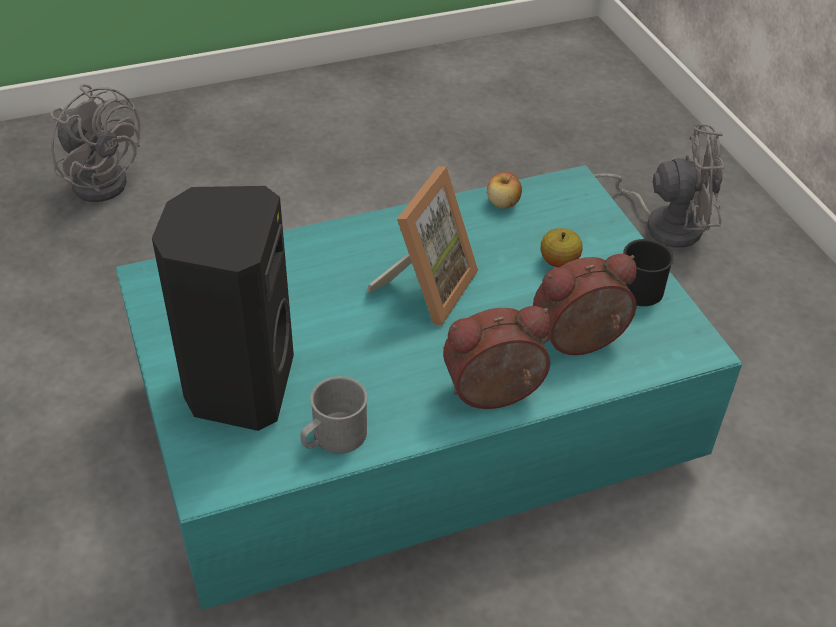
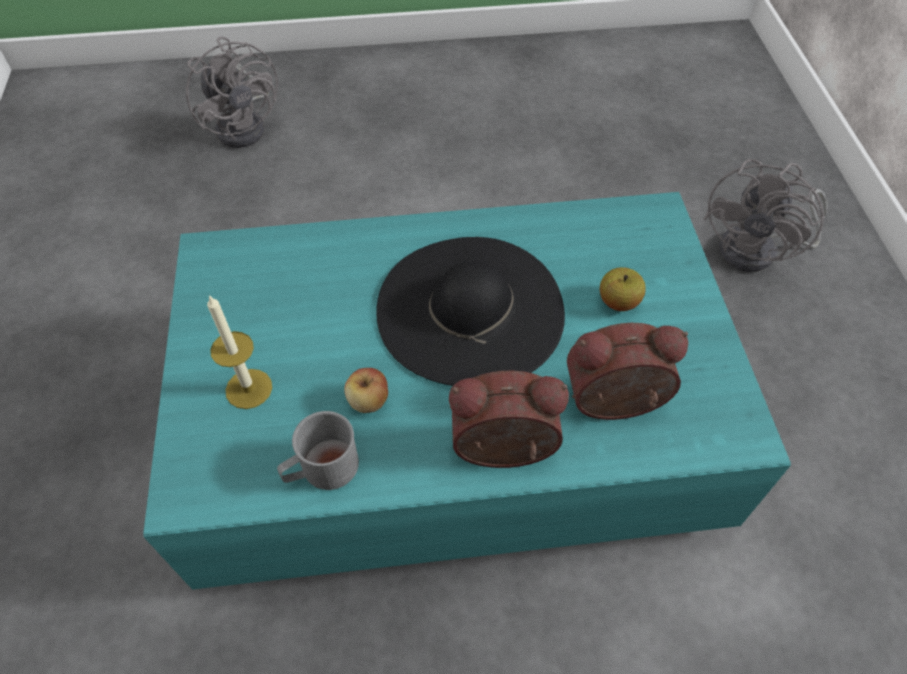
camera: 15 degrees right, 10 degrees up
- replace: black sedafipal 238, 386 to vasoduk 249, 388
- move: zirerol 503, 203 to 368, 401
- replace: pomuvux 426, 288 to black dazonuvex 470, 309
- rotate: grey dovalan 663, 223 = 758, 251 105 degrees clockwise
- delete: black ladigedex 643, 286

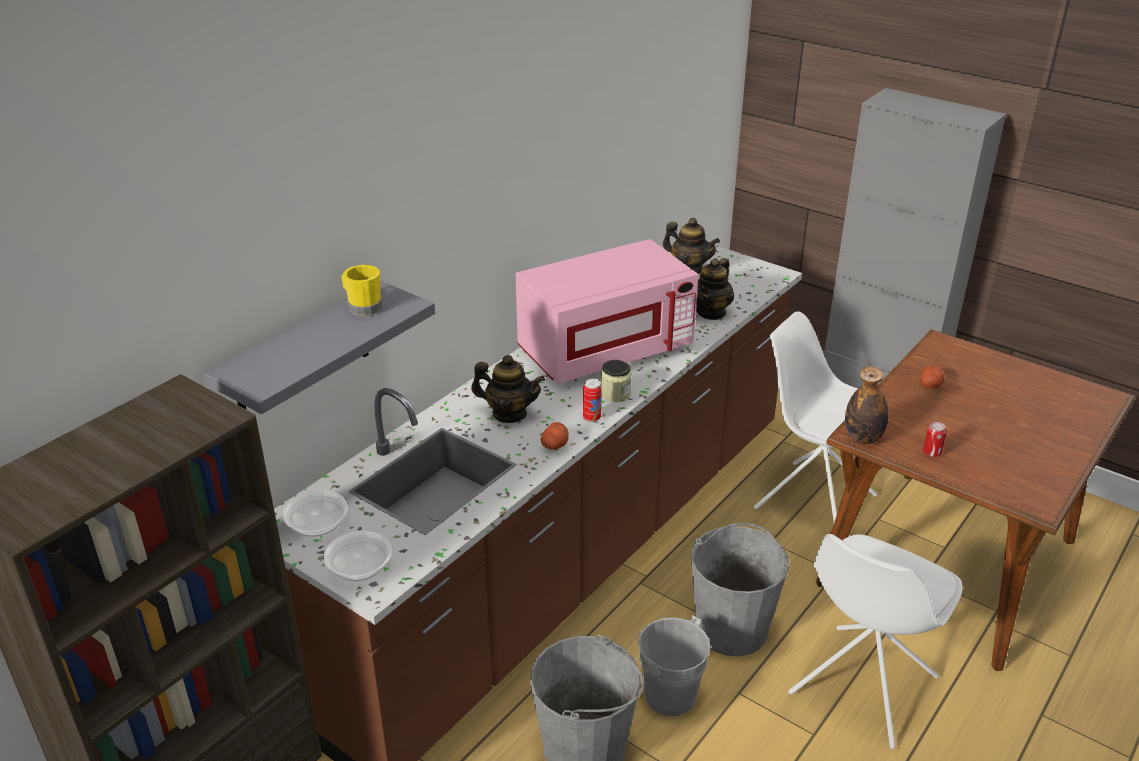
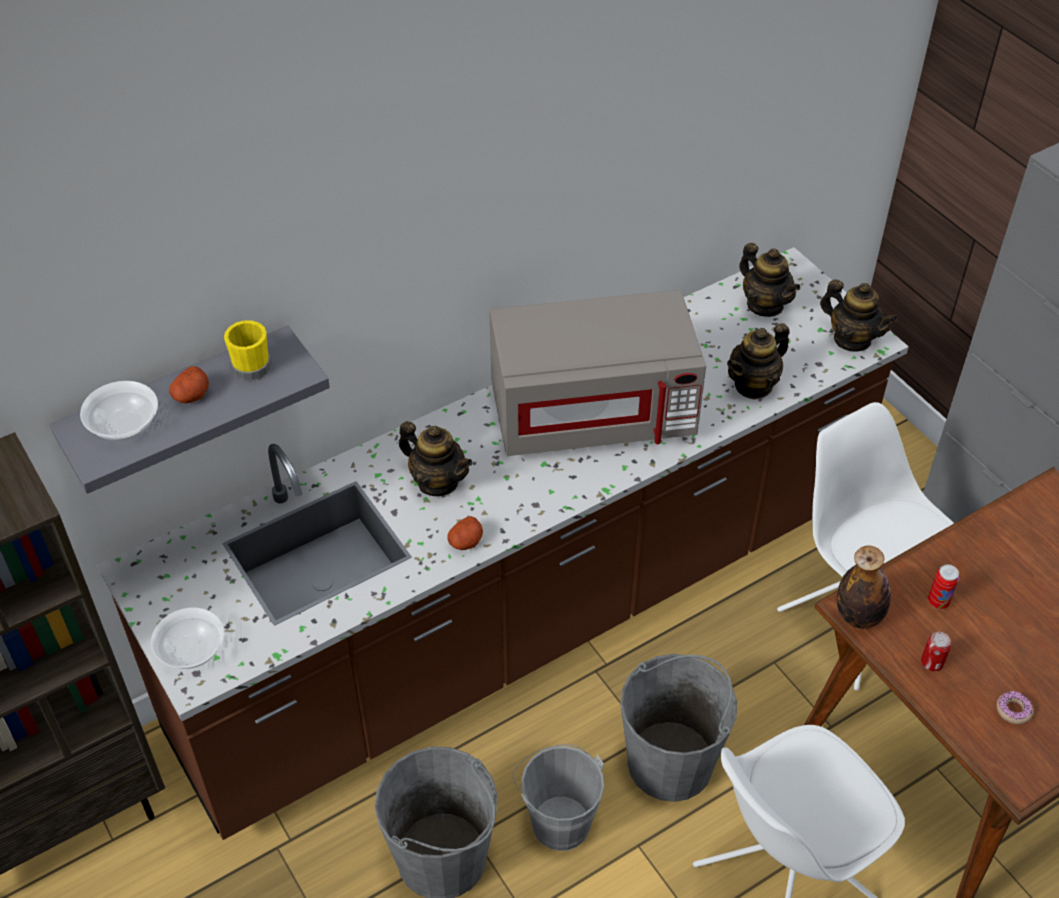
camera: 20 degrees right, 15 degrees up
- move: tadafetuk 318, 526 to 124, 424
- move: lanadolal 930, 385 to 191, 395
- recolor: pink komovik 605, 350 to grey komovik 593, 413
- insert: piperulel 852, 339
- move: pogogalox 592, 418 to 938, 602
- insert: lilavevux 1013, 710
- delete: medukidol 615, 393

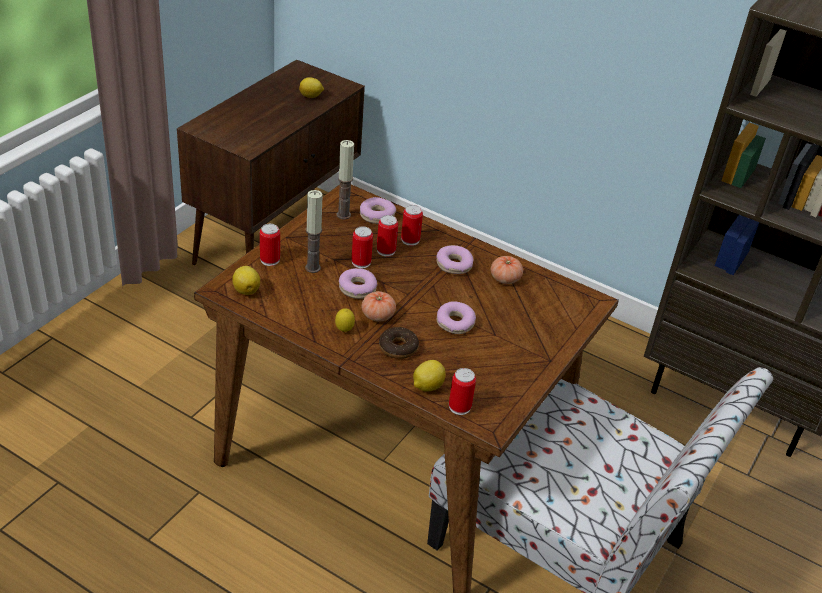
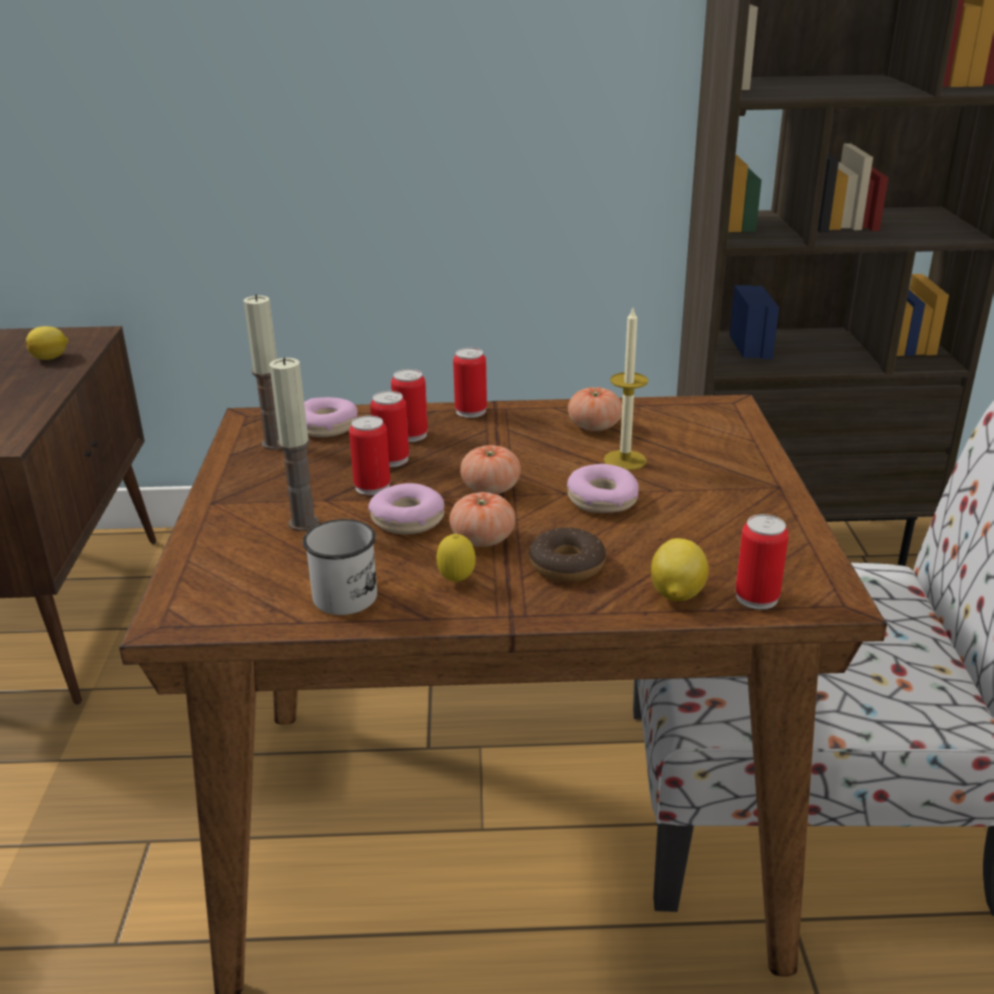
camera: 30 degrees left, 10 degrees down
- insert: white ladigedex 350, 591
- move: pogogalox 270, 260 to 471, 411
- insert: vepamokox 490, 488
- insert: vasoduk 625, 460
- delete: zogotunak 246, 290
- delete: lilavevux 454, 265

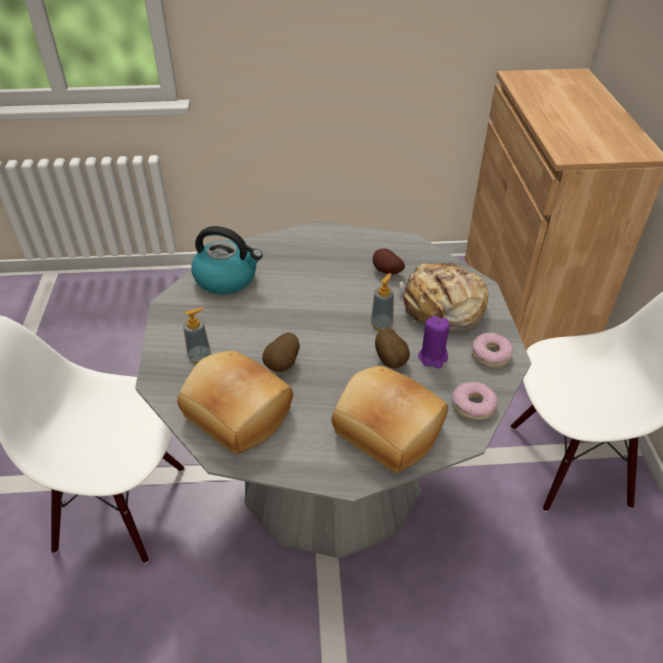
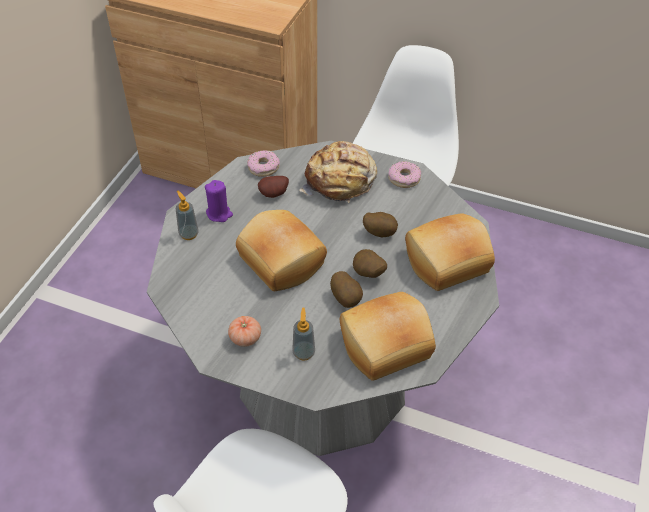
camera: 65 degrees left, 5 degrees up
- move: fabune 381, 325 to 188, 234
- move: purple vasoduk 433, 357 to 219, 214
- insert: vepamokox 245, 338
- insert: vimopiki 280, 261
- move: lilavevux 473, 405 to 263, 167
- insert: lanadolal 368, 274
- delete: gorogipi 227, 278

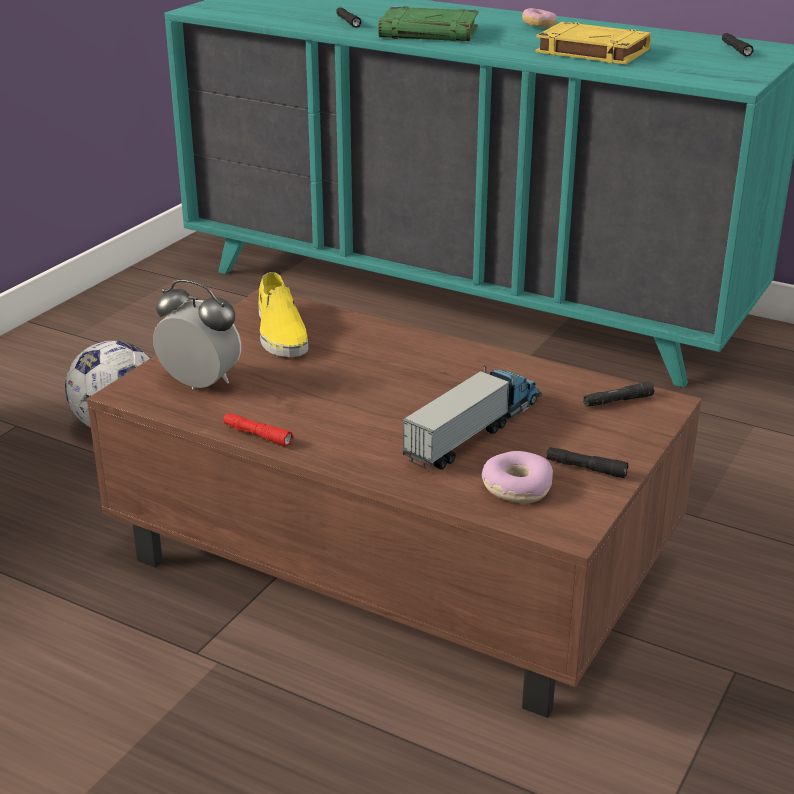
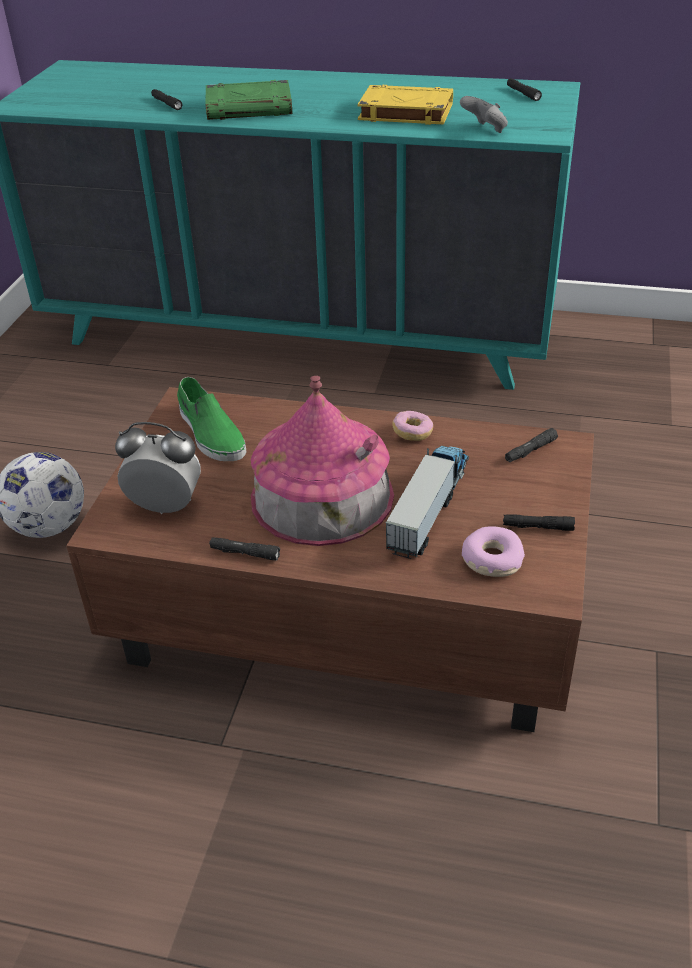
camera: 15 degrees left, 10 degrees up
- recolor: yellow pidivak 280, 332 to green pidivak 210, 433
- recolor: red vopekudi 257, 435 to black vopekudi 244, 553
- insert: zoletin 322, 496
- move: lilavevux 539, 26 to 412, 433
- insert: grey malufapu 485, 130

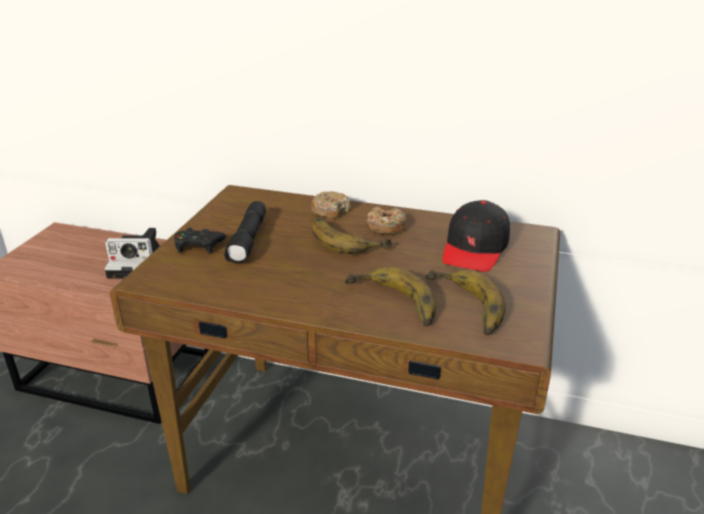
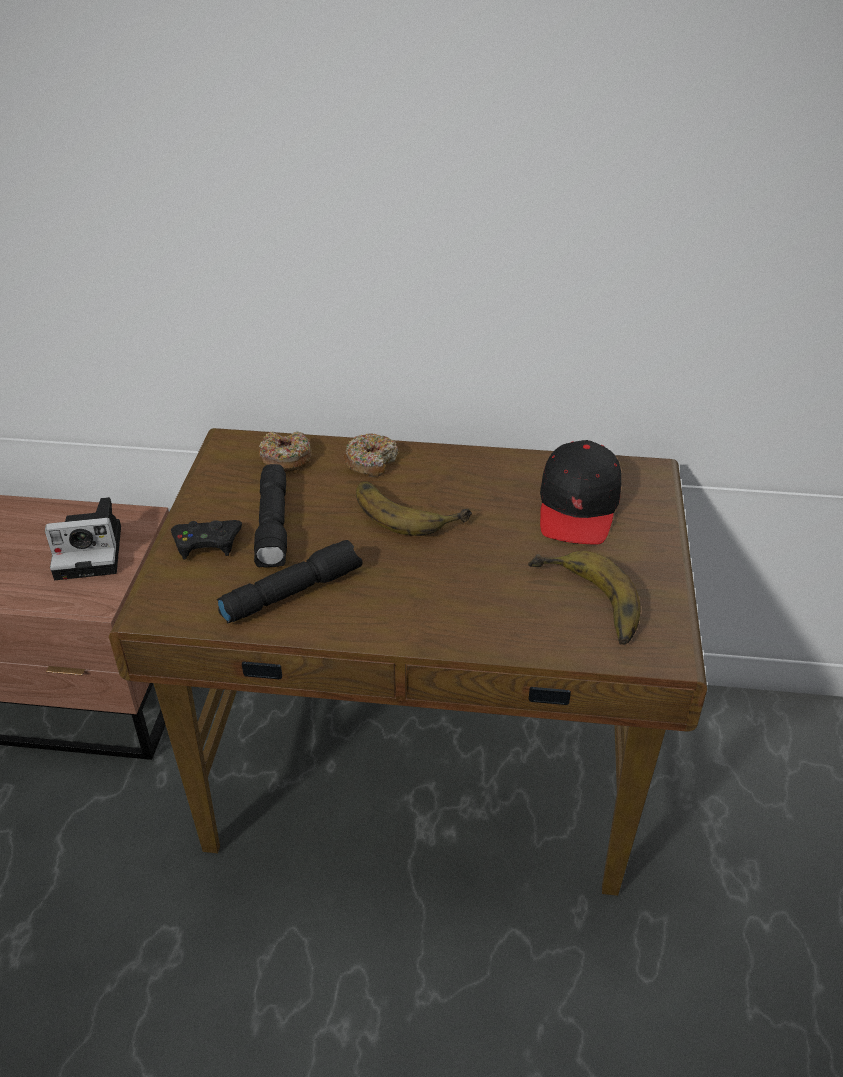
camera: 10 degrees left, 10 degrees up
- insert: black vopekudi 292, 591
- move: lilavevux 386, 227 to 286, 458
- delete: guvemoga 391, 304

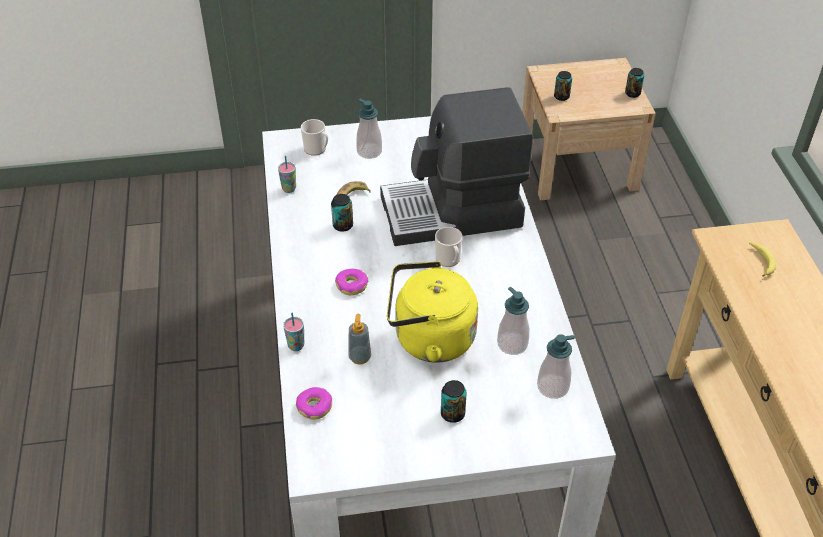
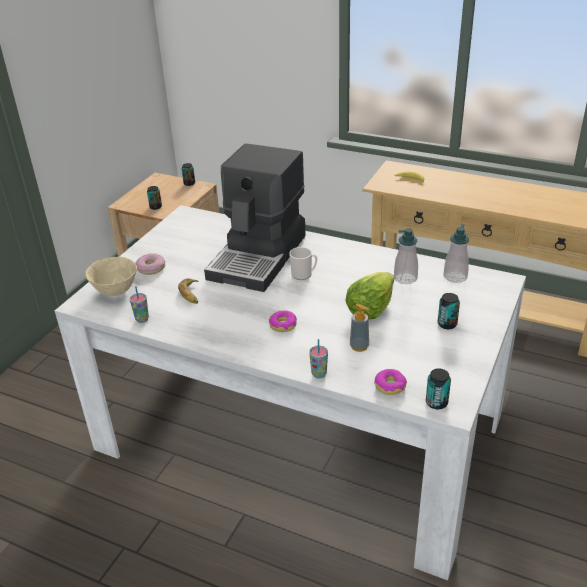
camera: 55 degrees left, 10 degrees down
- replace: ladigedex 317, 149 to beige tadafetuk 115, 290
- replace: fabune 369, 151 to lilavevux 151, 268
- replace: yellow gorogipi 429, 339 to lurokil 370, 309
- move: pogogalox 343, 225 to 436, 402

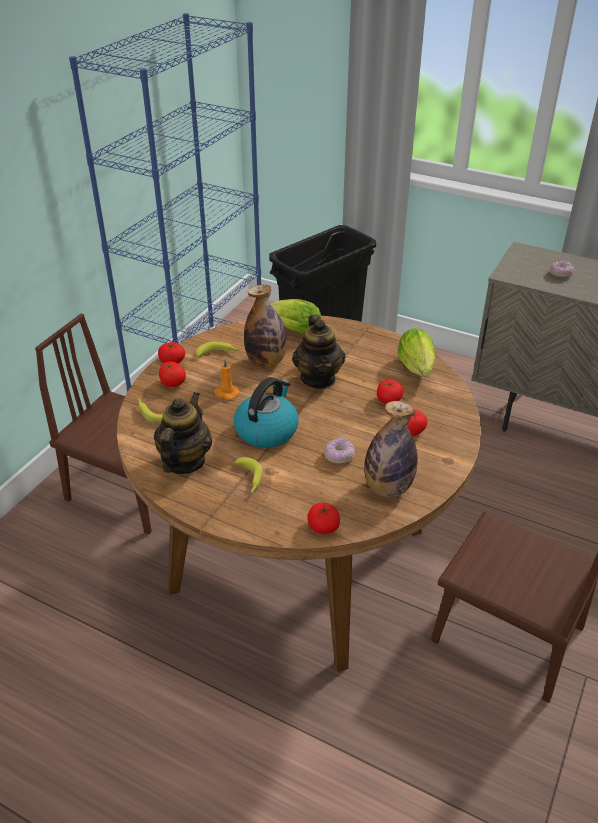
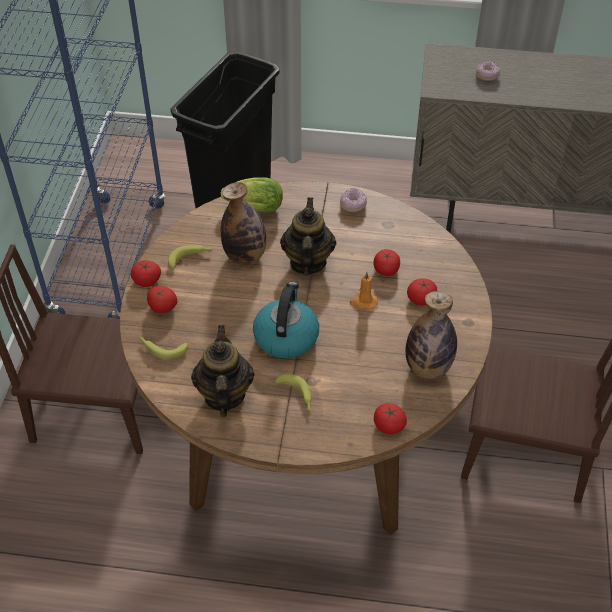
camera: 20 degrees left, 10 degrees up
- rotate: piperulel 318, 378 = 307, 262 150 degrees counterclockwise
- move: lilavevux 339, 456 to 353, 205
- move: orange vasoduk 226, 393 to 363, 302
- delete: lurokil 417, 370

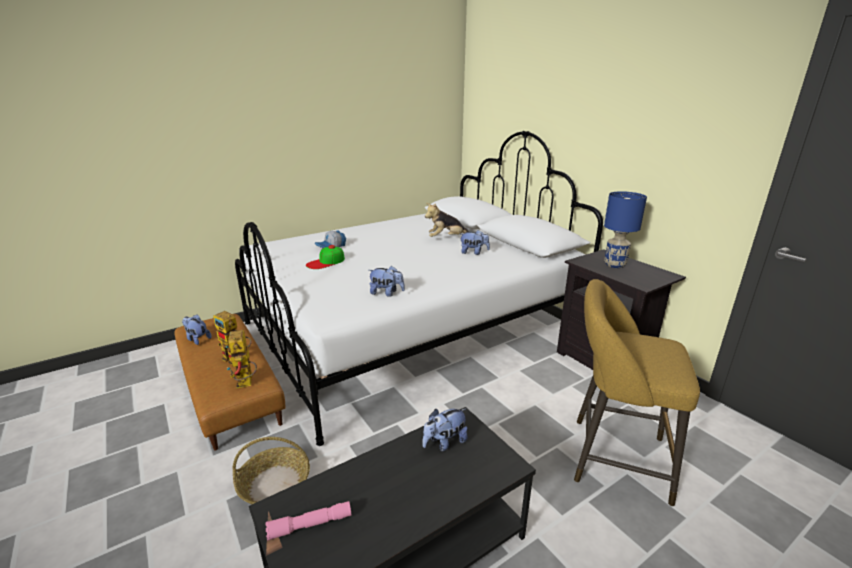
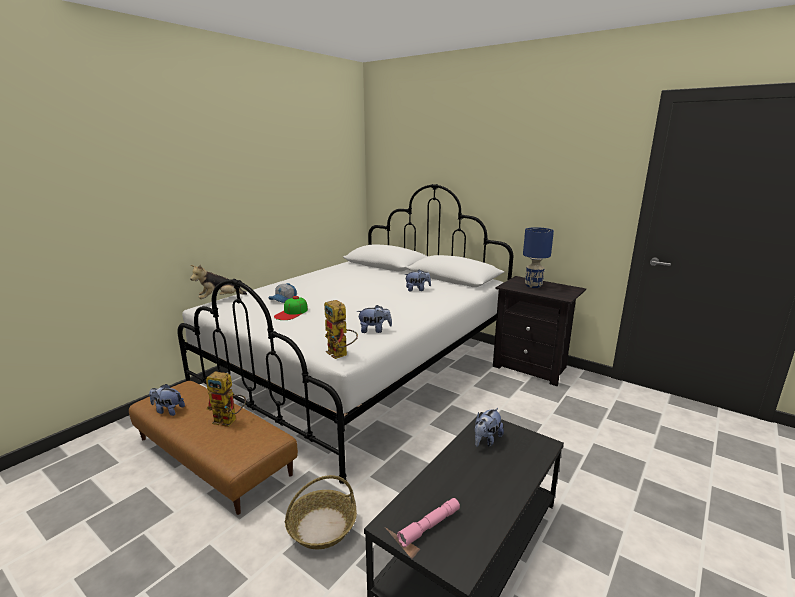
camera: 20 degrees left, 5 degrees down
- move: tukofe 446, 238 to 219, 299
- move: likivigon 246, 384 to 341, 354
- delete: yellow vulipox 612, 457

